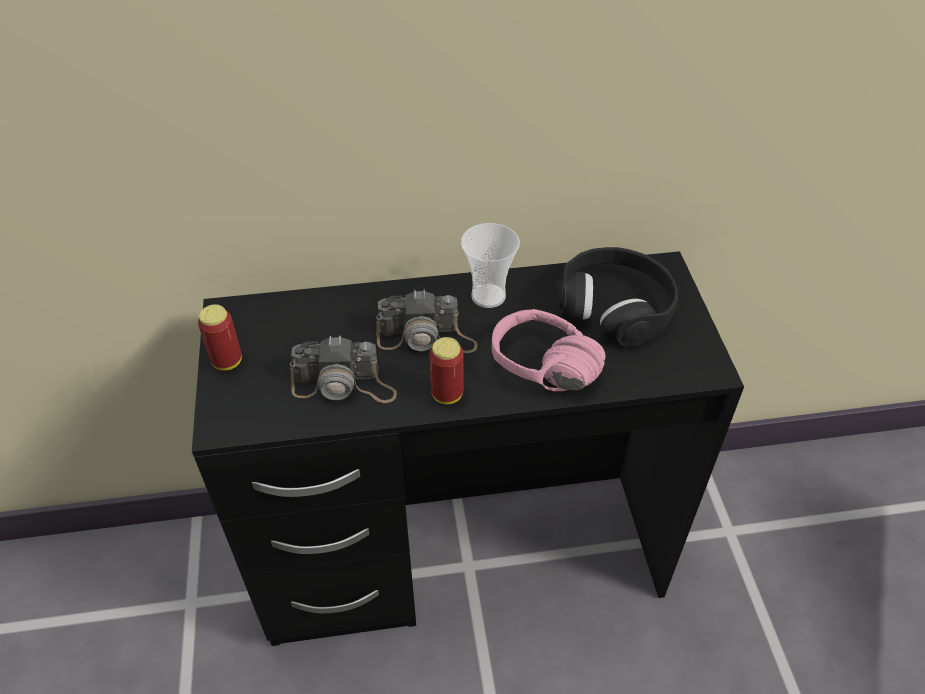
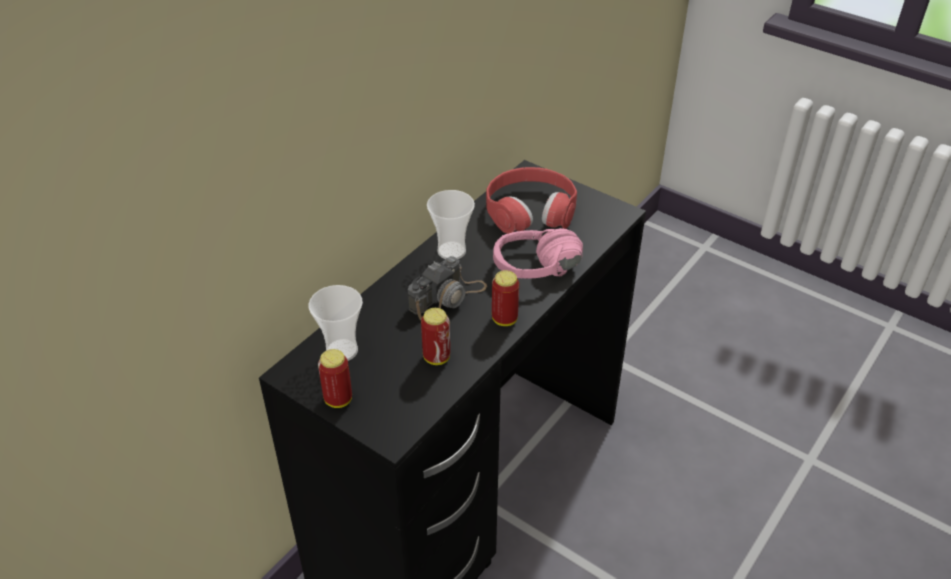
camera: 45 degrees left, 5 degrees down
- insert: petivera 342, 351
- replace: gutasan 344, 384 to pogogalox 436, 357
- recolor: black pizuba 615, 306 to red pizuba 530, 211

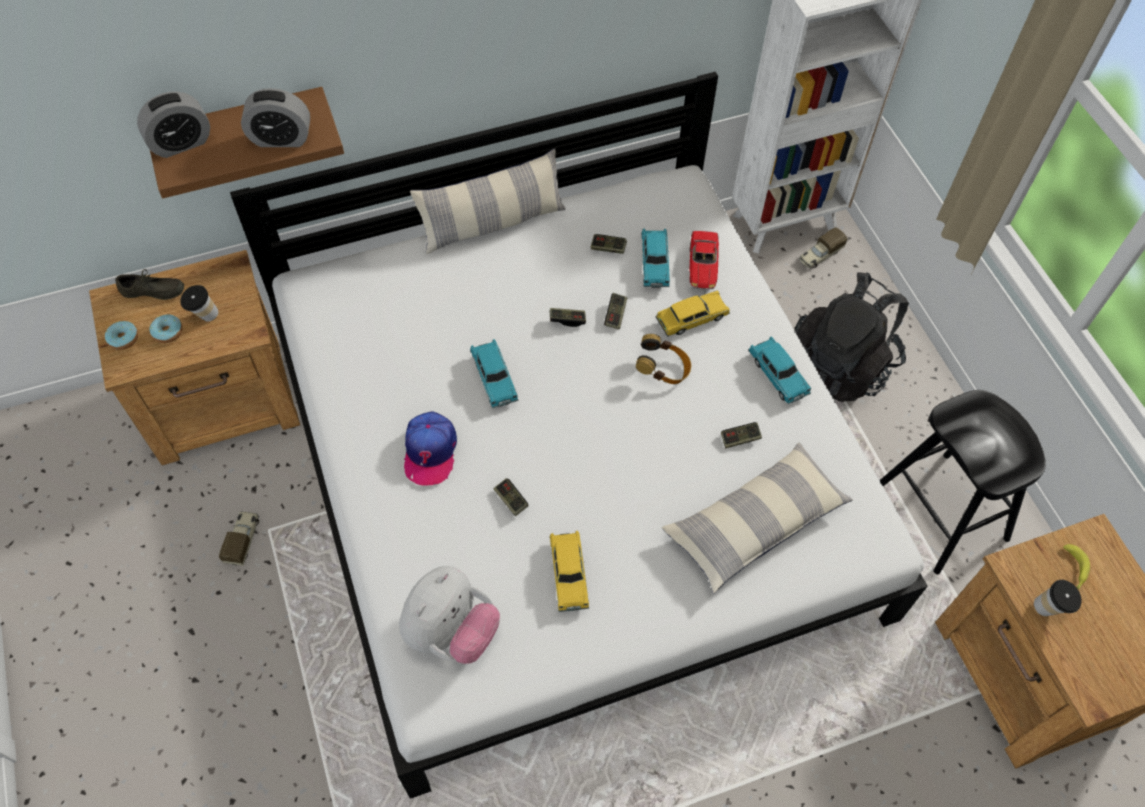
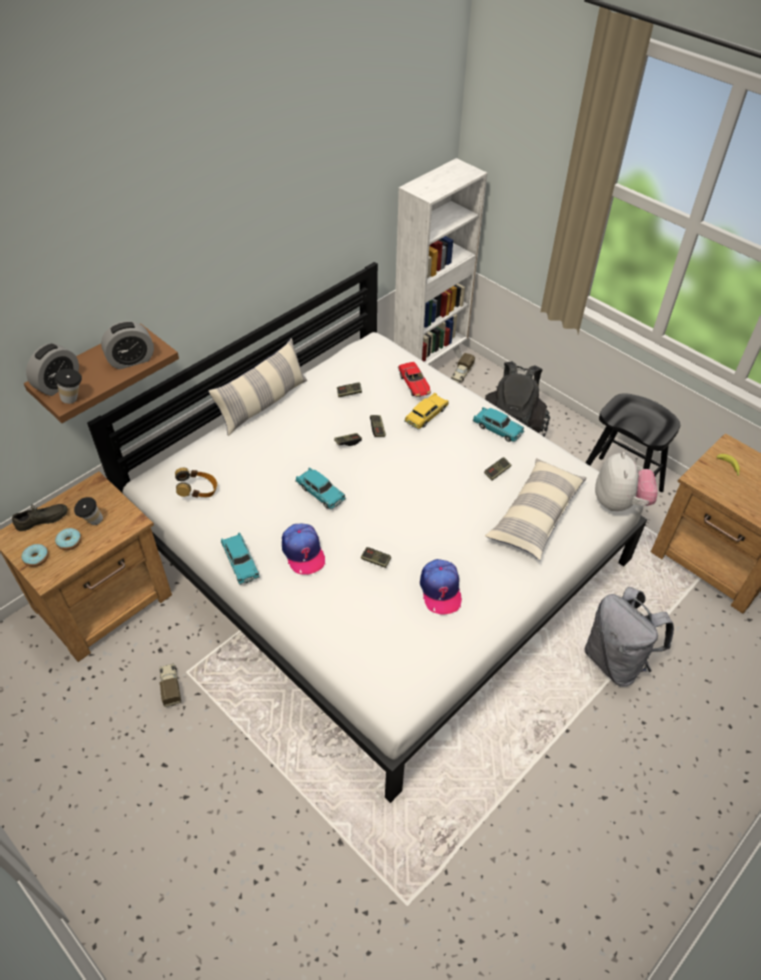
camera: 25 degrees left, 10 degrees down
- move: petivera 1049, 609 to 74, 399
- move: pizuba 663, 370 to 198, 491
- move: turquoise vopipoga 654, 264 to 240, 563
- replace: yellow vopipoga 568, 575 to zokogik 440, 590
- insert: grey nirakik 616, 660
- move: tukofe 451, 631 to 619, 503

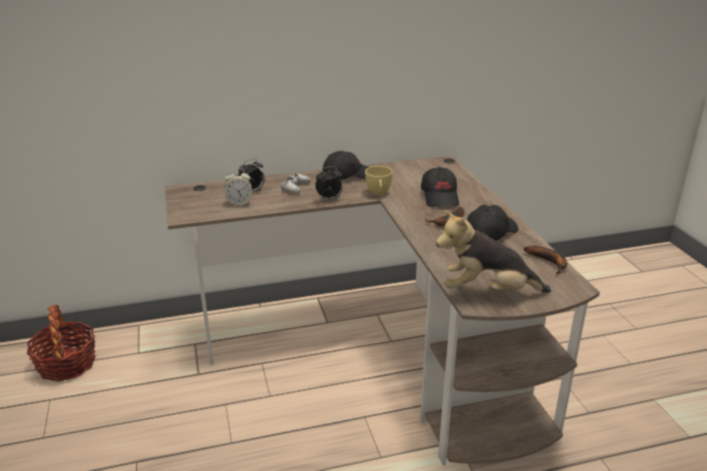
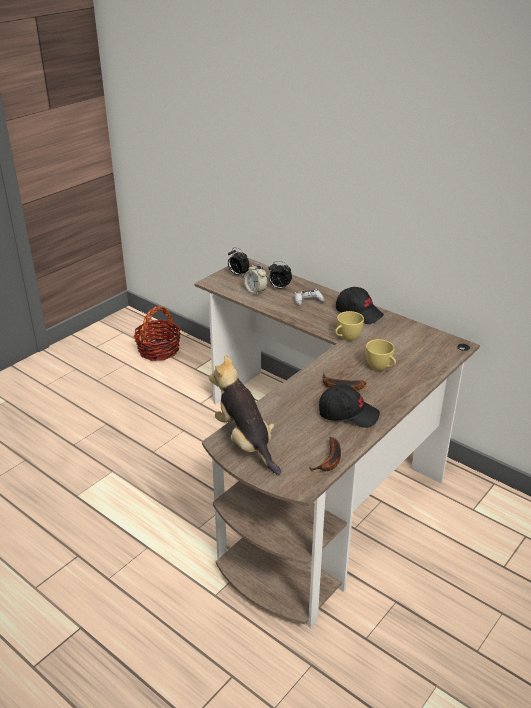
camera: 55 degrees right, 5 degrees up
- move: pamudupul 329, 199 to 238, 274
- replace: black zokogik 440, 197 to yellow petivera 380, 368

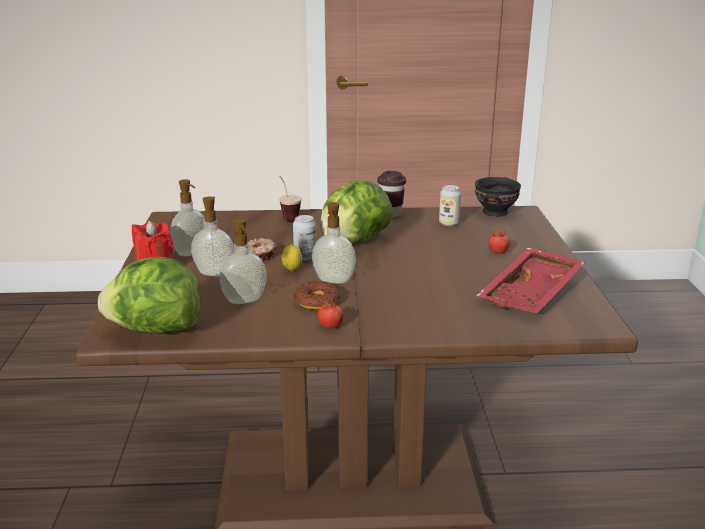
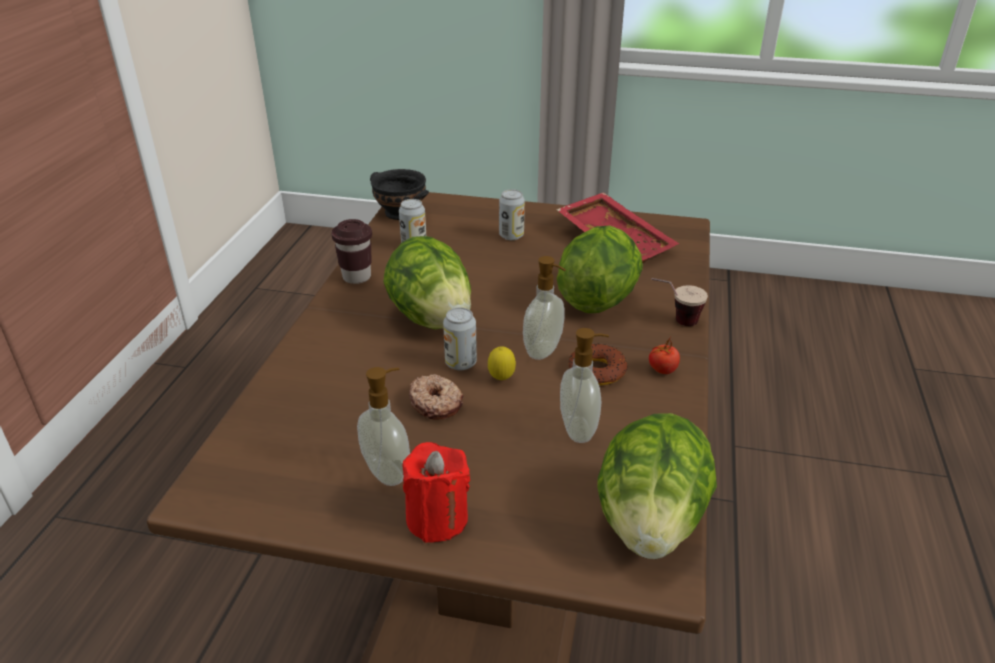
camera: 75 degrees left, 10 degrees up
- replace: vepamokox 498, 252 to pogogalox 511, 236
- insert: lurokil 598, 299
- move: petivera 287, 216 to 673, 322
- delete: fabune 215, 273

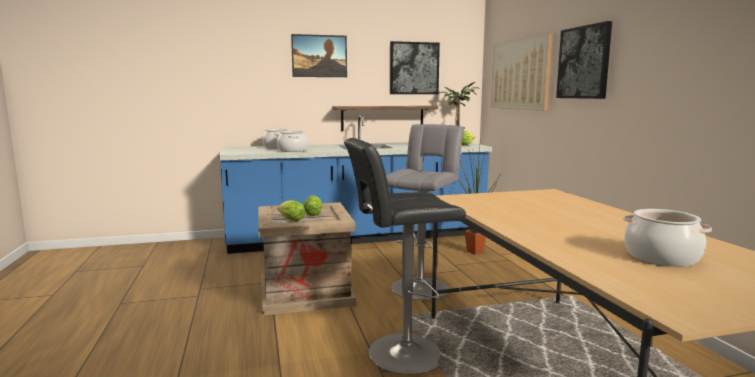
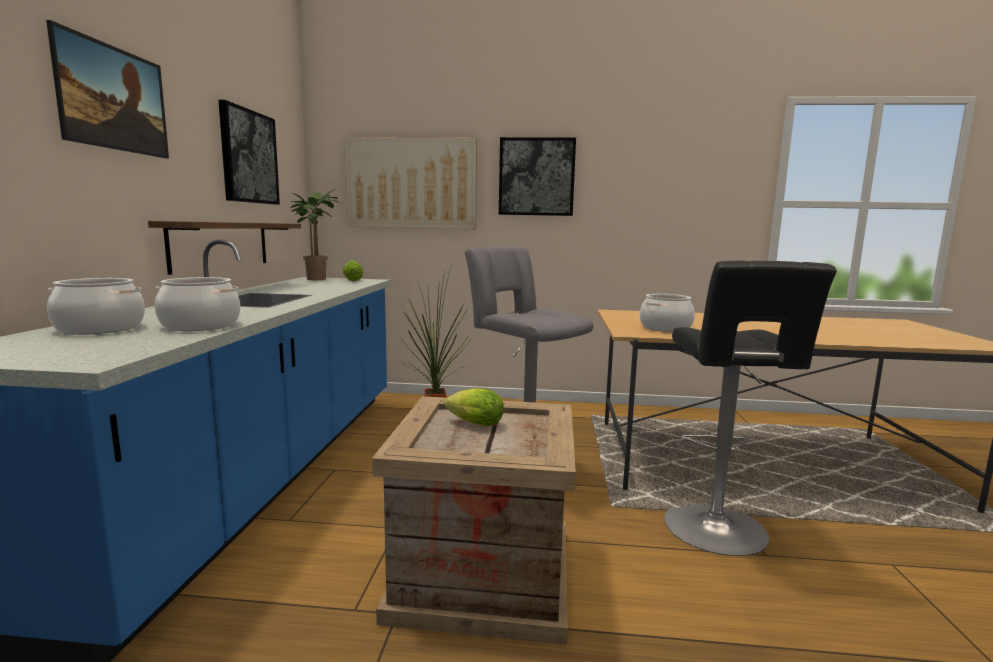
camera: 70 degrees left, 0 degrees up
- move: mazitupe 662, 257 to 665, 328
- delete: lurokil 290, 220

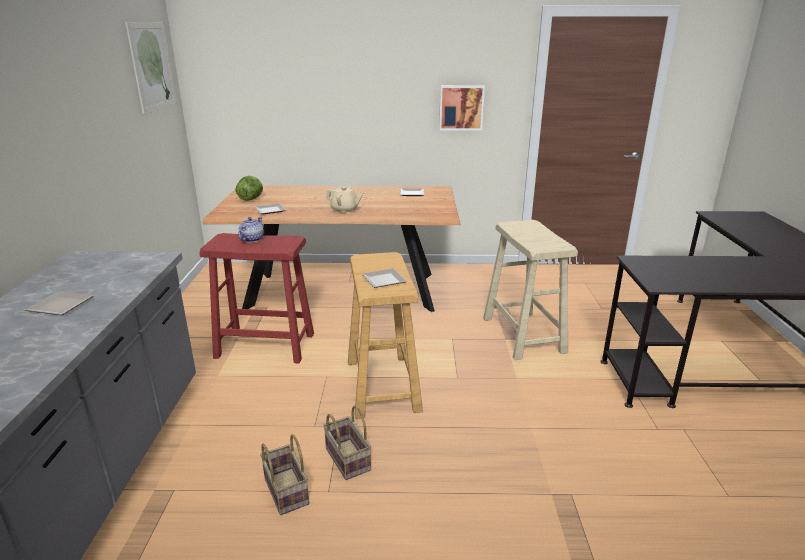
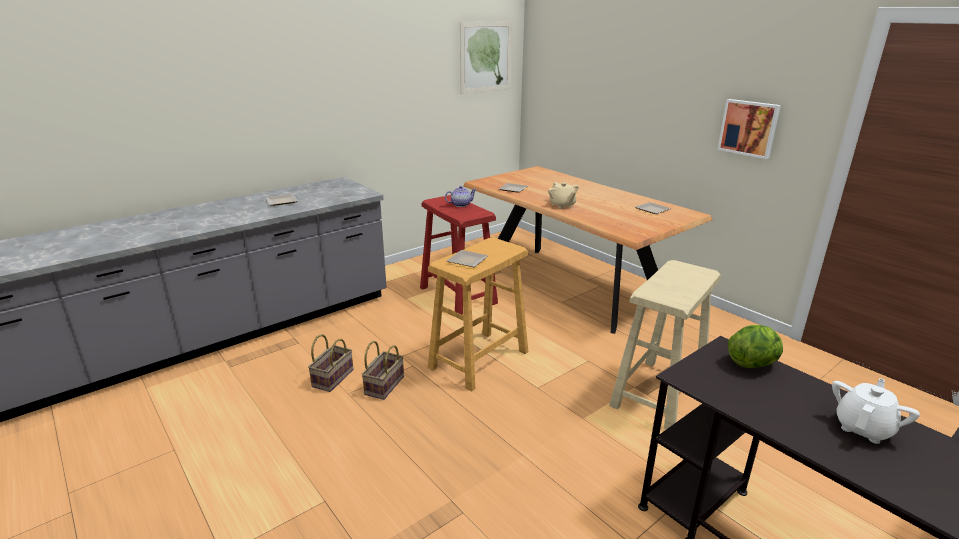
camera: 50 degrees right, 0 degrees up
- move: lurokil 251, 199 to 753, 363
- insert: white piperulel 863, 428

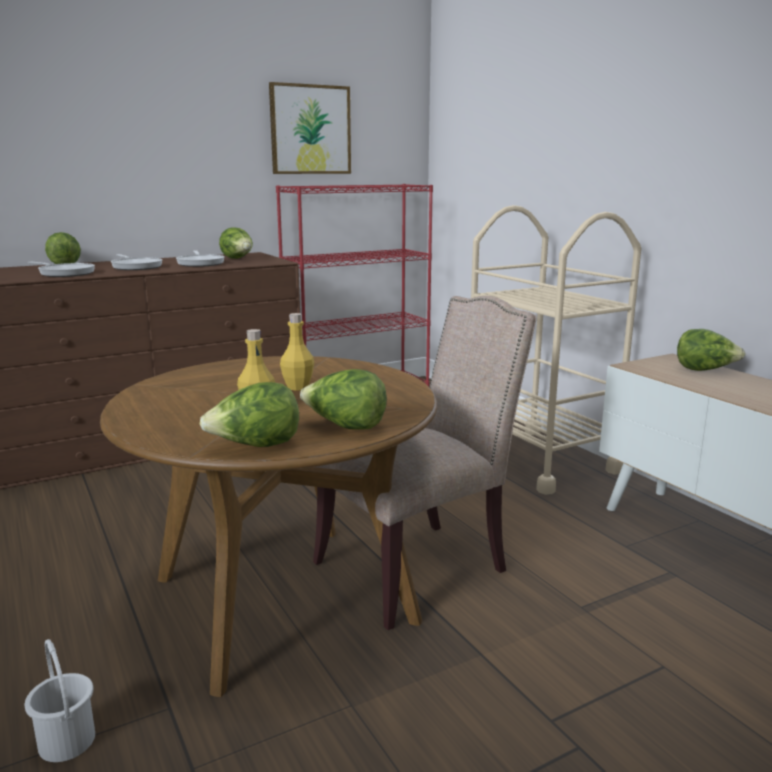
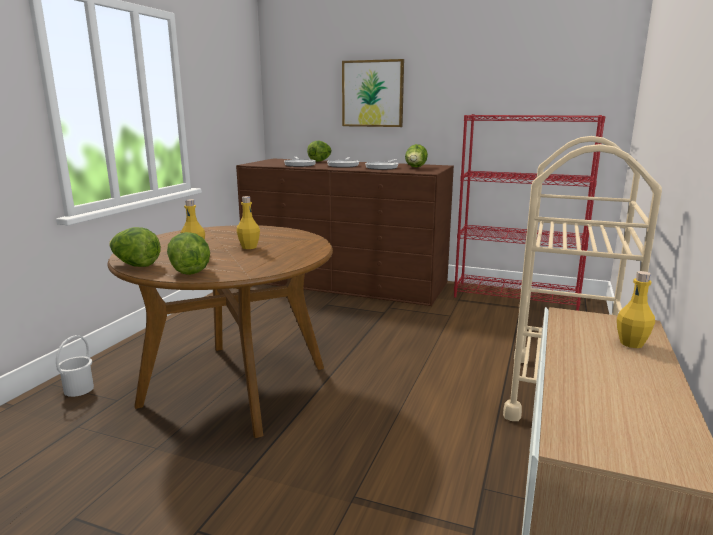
camera: 50 degrees right, 0 degrees up
- move: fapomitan 310, 130 to 372, 93
- replace: lurokil 704, 370 to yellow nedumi 631, 343
- delete: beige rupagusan 419, 566

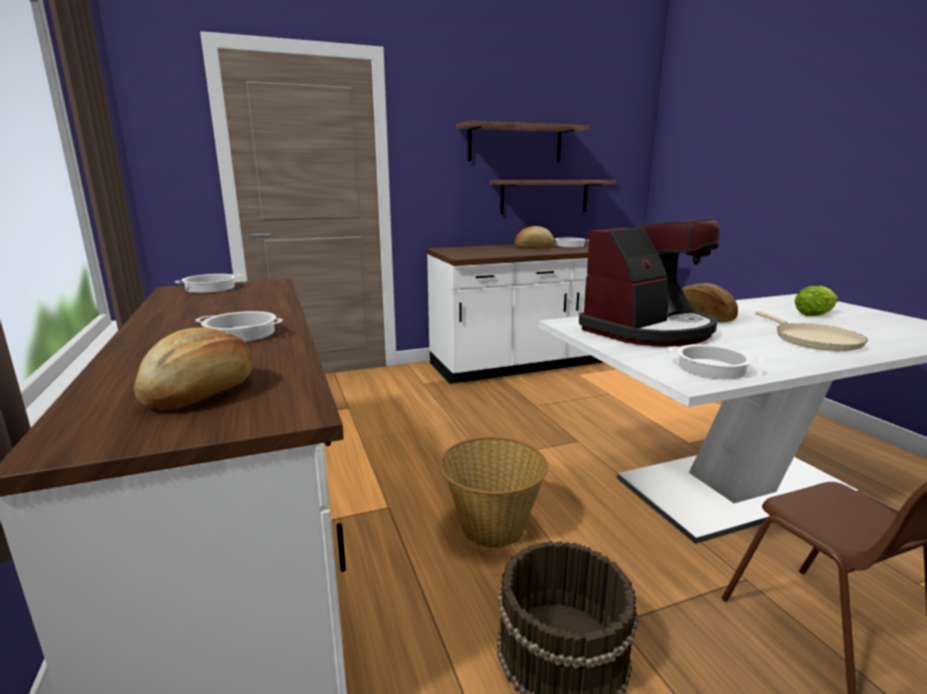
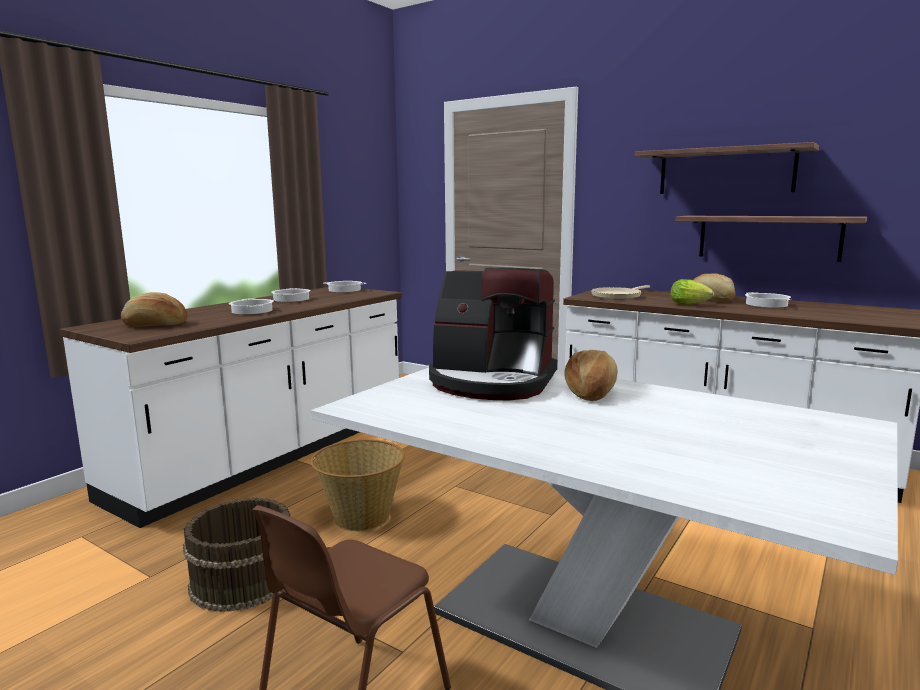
camera: 55 degrees right, 5 degrees down
- move: mazitupe 712, 368 to 292, 299
- move: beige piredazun 813, 340 to 618, 296
- move: lurokil 815, 314 to 691, 305

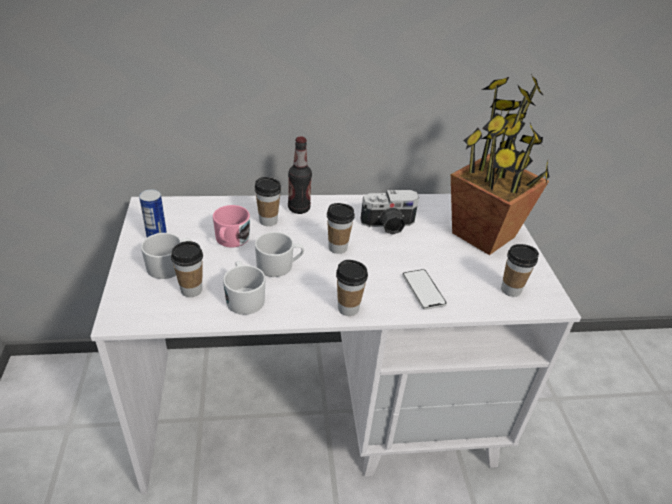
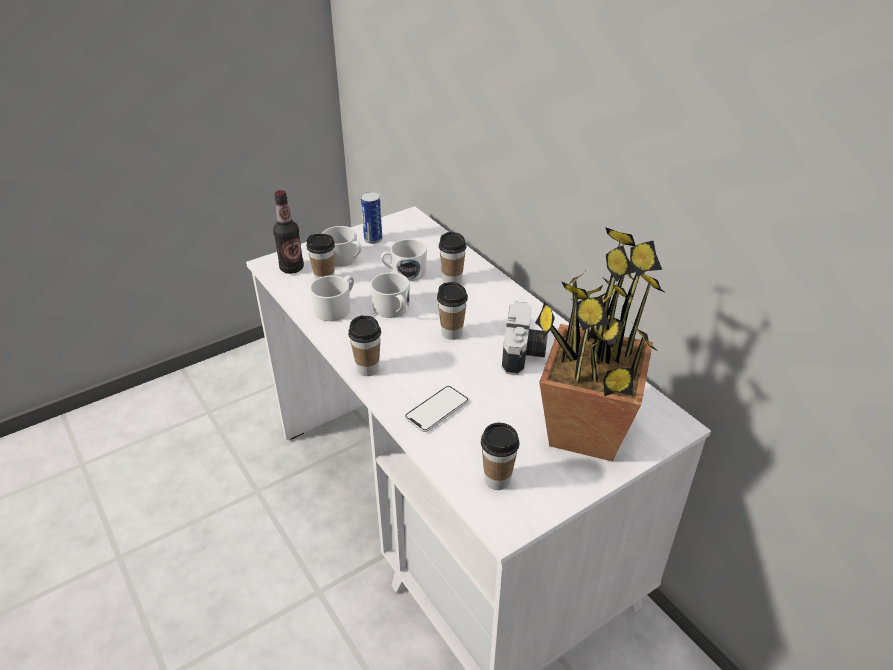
camera: 65 degrees right, 0 degrees up
- move: nedumi 299, 209 to 292, 268
- recolor: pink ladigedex 230, 240 to white ladigedex 404, 272
- rotate: gutasan 388, 225 = 524, 353 135 degrees counterclockwise

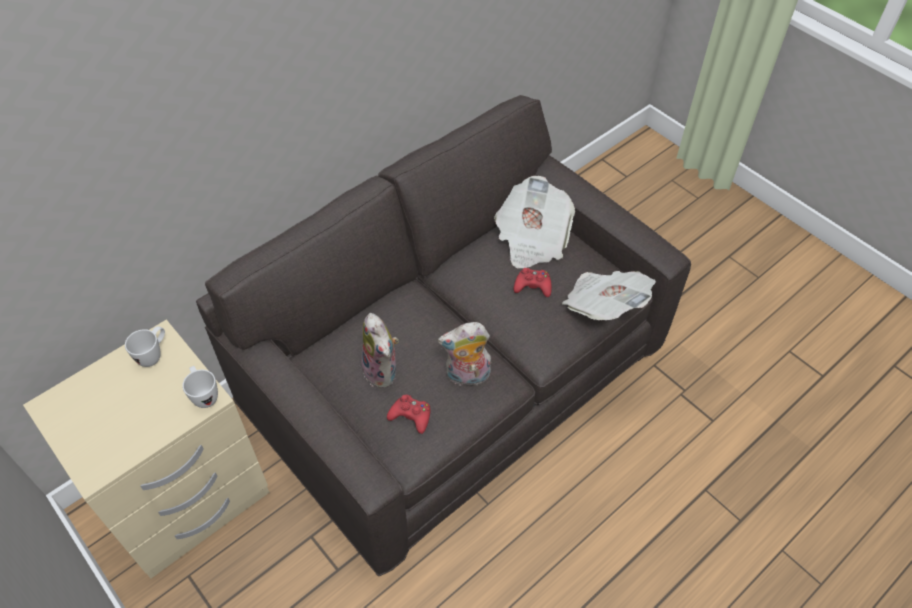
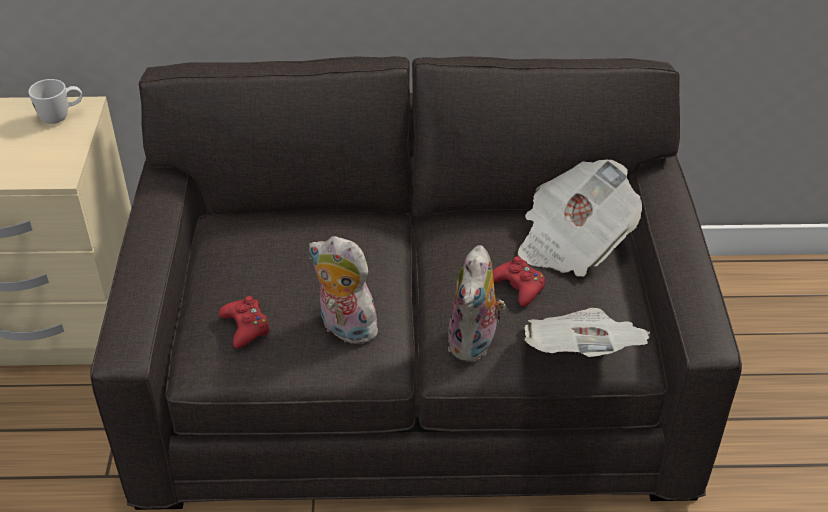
camera: 40 degrees right, 10 degrees down
- move: tukofe 383, 371 to 475, 344
- delete: white ladigedex 204, 395

